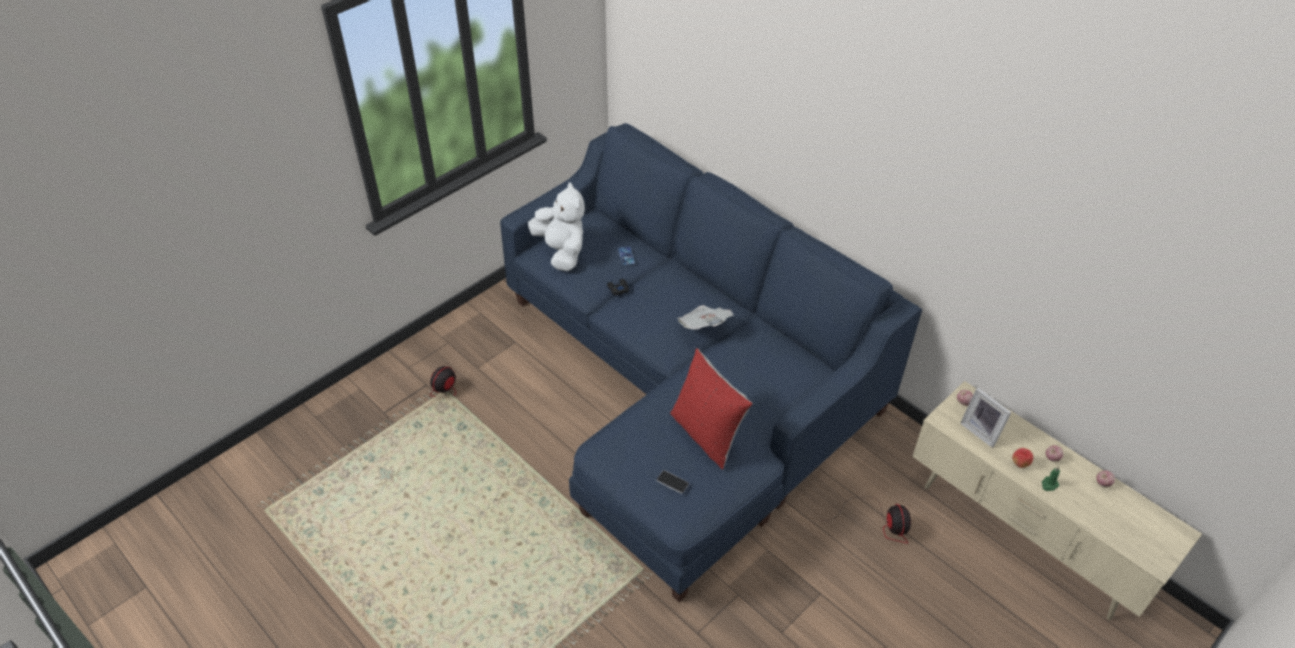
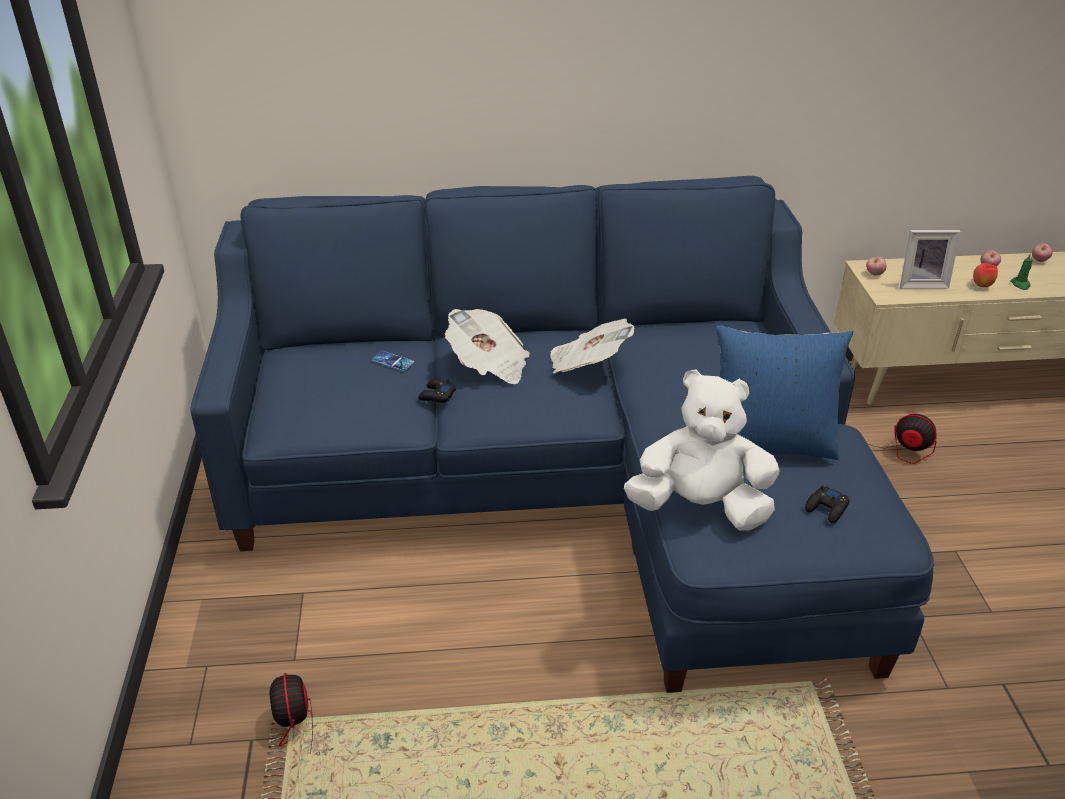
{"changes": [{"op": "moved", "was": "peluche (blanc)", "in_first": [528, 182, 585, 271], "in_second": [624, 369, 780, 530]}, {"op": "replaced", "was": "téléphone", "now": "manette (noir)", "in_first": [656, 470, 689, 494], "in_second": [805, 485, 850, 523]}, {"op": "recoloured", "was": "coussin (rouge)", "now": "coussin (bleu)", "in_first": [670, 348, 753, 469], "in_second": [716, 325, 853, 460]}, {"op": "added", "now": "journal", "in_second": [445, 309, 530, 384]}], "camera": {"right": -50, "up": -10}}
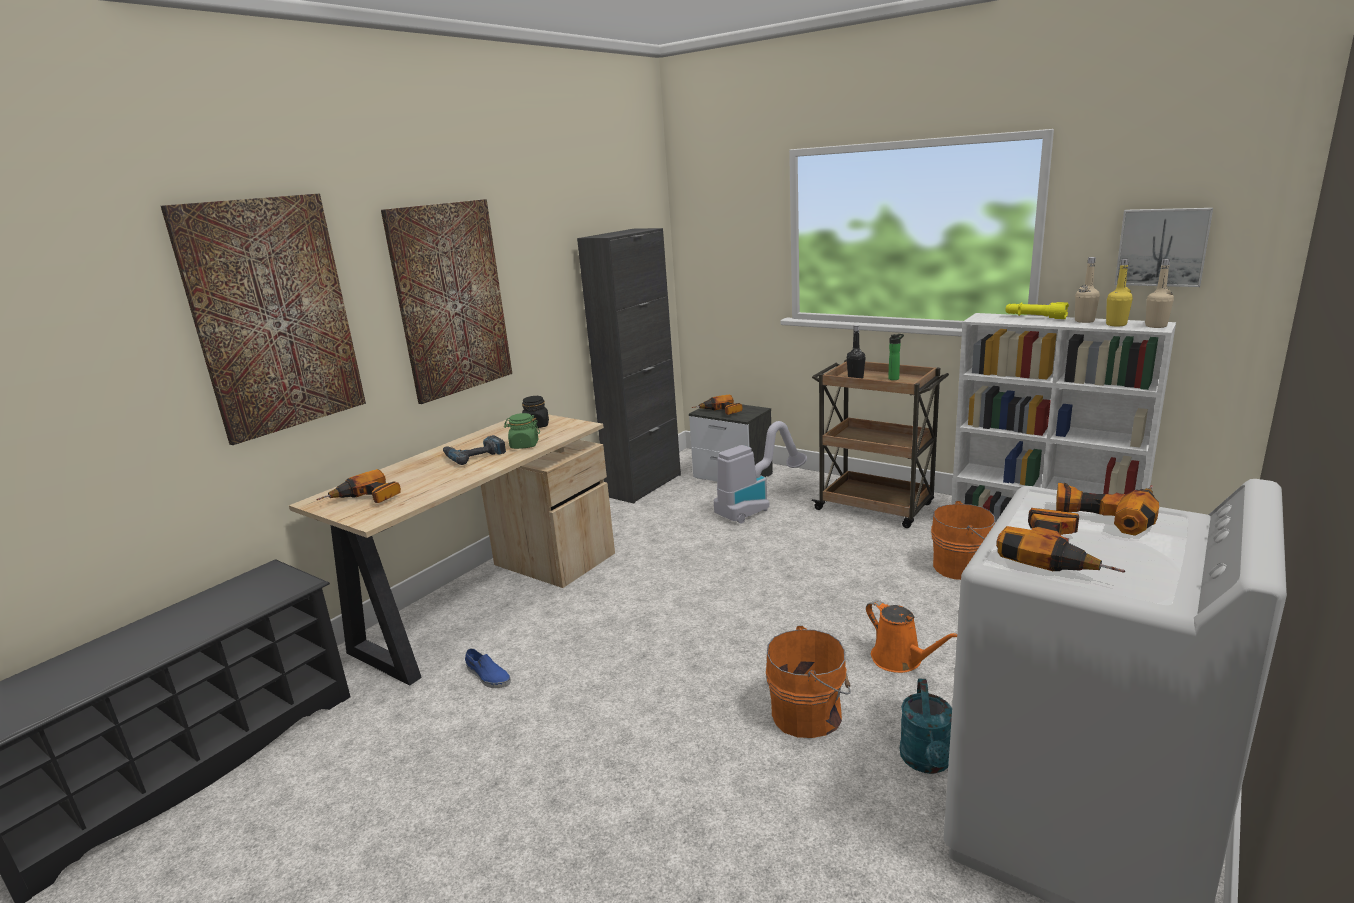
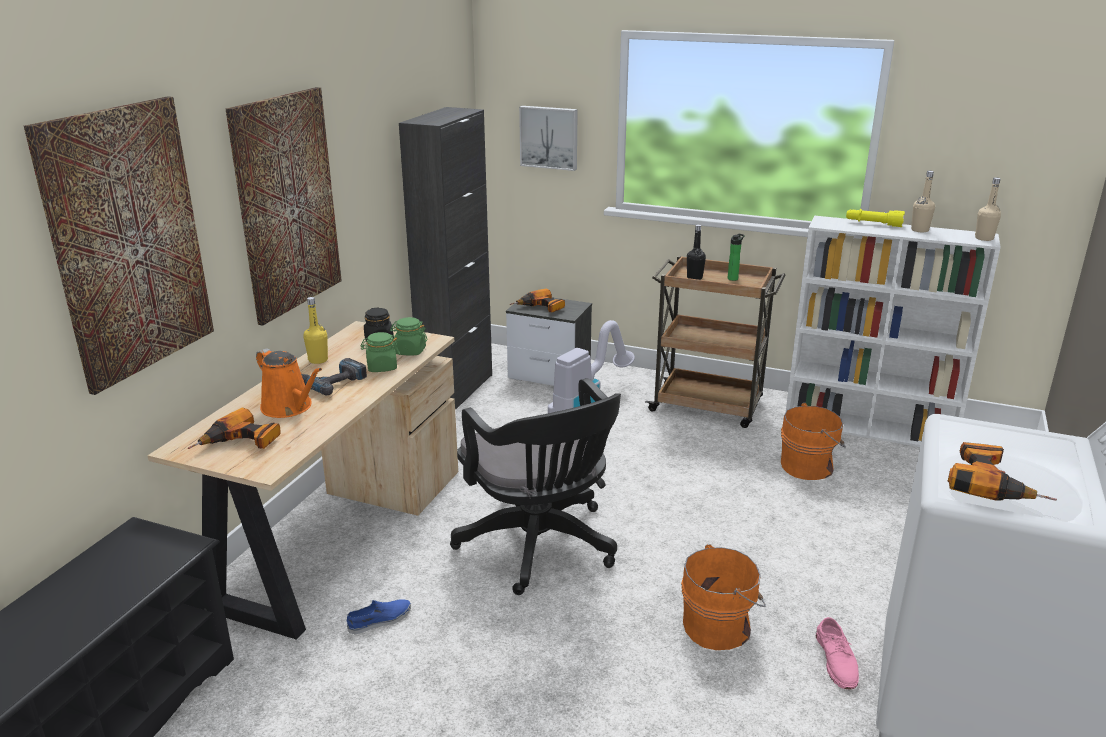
{"changes": [{"op": "turned", "was": "chaussure (bleu)", "in_first": [465, 648, 511, 688], "in_second": [347, 599, 411, 634], "clockwise": -60}, {"op": "moved", "was": "arrosoir (orange)", "in_first": [866, 600, 957, 673], "in_second": [256, 348, 322, 418]}, {"op": "replaced", "was": "arrosoir (turquoise)", "now": "chaussure (rose)", "in_first": [900, 678, 952, 774], "in_second": [816, 617, 859, 689]}, {"op": "removed", "was": "perceuse", "in_first": [1056, 483, 1159, 536]}, {"op": "moved", "was": "bouteille (jaune)", "in_first": [1106, 259, 1133, 326], "in_second": [303, 297, 328, 364]}, {"op": "moved", "was": "tableau", "in_first": [1115, 208, 1213, 287], "in_second": [519, 106, 578, 171]}, {"op": "added", "now": "bocal (vert)", "in_second": [390, 317, 427, 356]}, {"op": "added", "now": "chaise de bureau (noir)", "in_second": [450, 378, 621, 595]}], "camera": {"right": -15, "up": 5}}
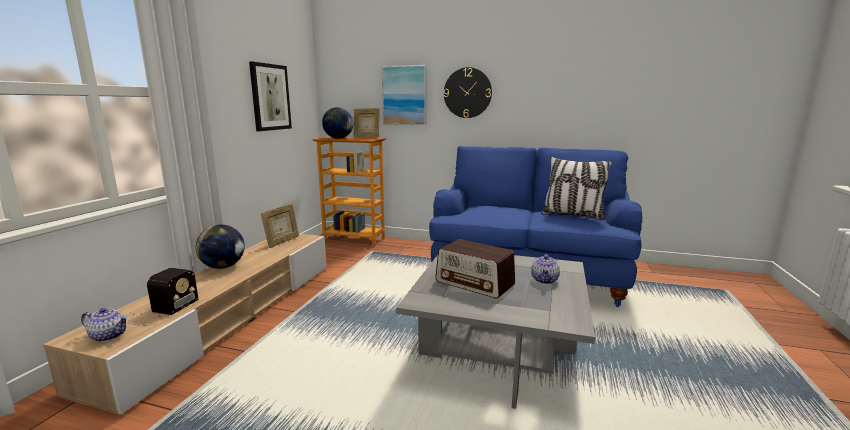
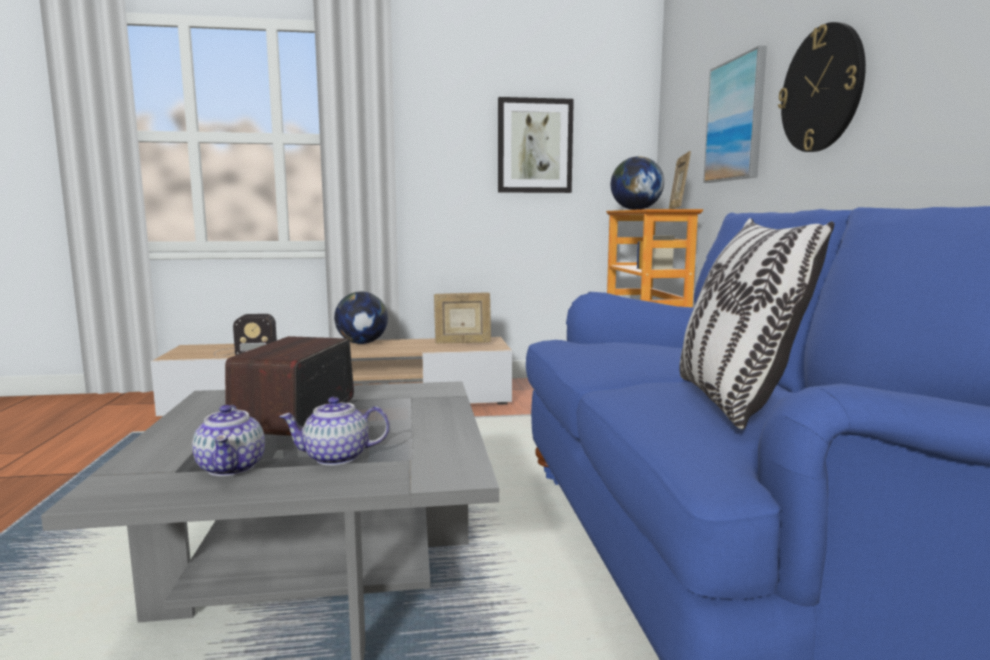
{"changes": [{"op": "moved", "was": "théière", "in_first": [81, 308, 128, 342], "in_second": [192, 405, 265, 476]}], "camera": {"right": 65, "up": -5}}
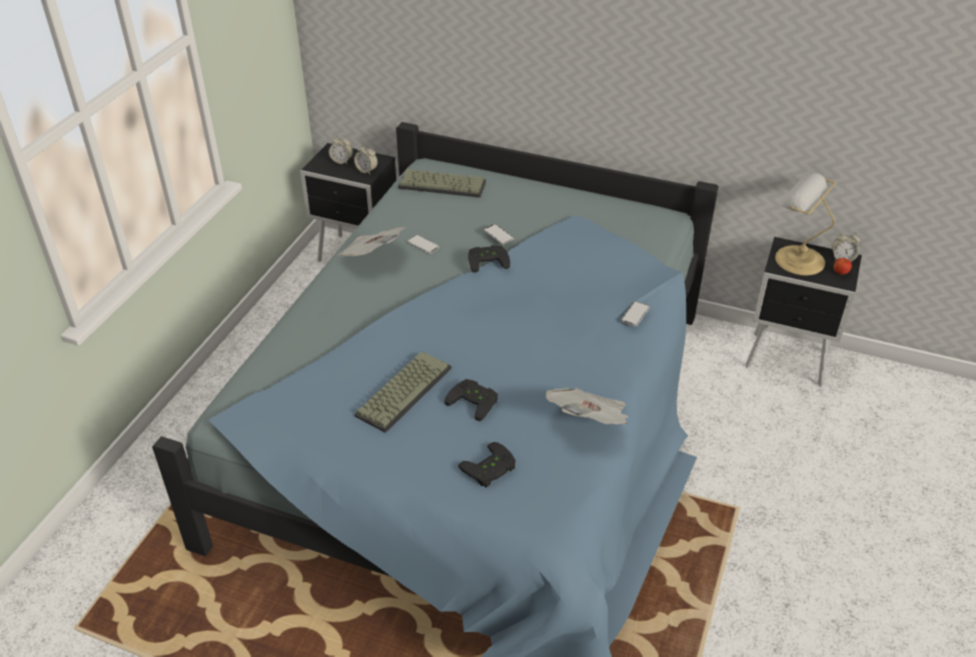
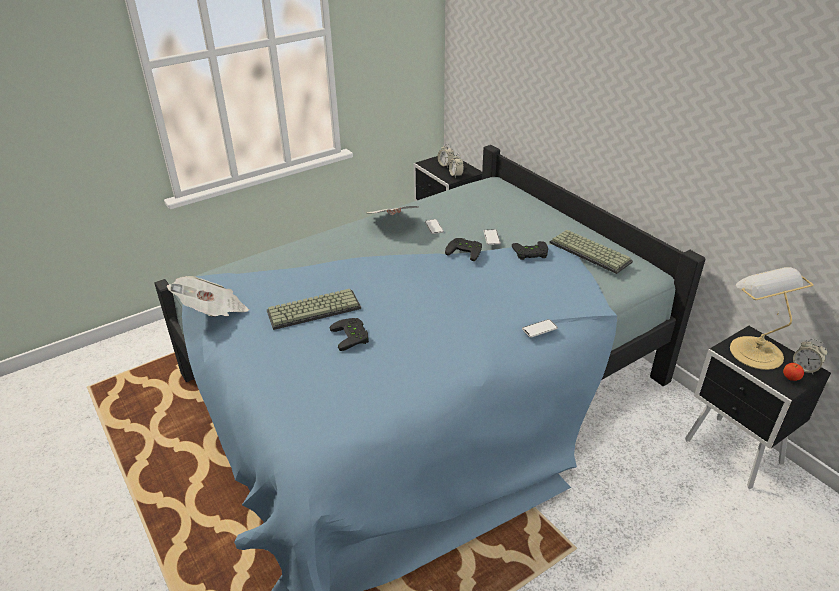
{"changes": [{"op": "moved", "was": "clavier", "in_first": [398, 169, 486, 198], "in_second": [550, 230, 633, 274]}, {"op": "moved", "was": "manette (noir)", "in_first": [458, 442, 516, 488], "in_second": [512, 241, 548, 260]}, {"op": "moved", "was": "journal", "in_first": [546, 388, 628, 424], "in_second": [167, 276, 249, 317]}], "camera": {"right": 35, "up": -5}}
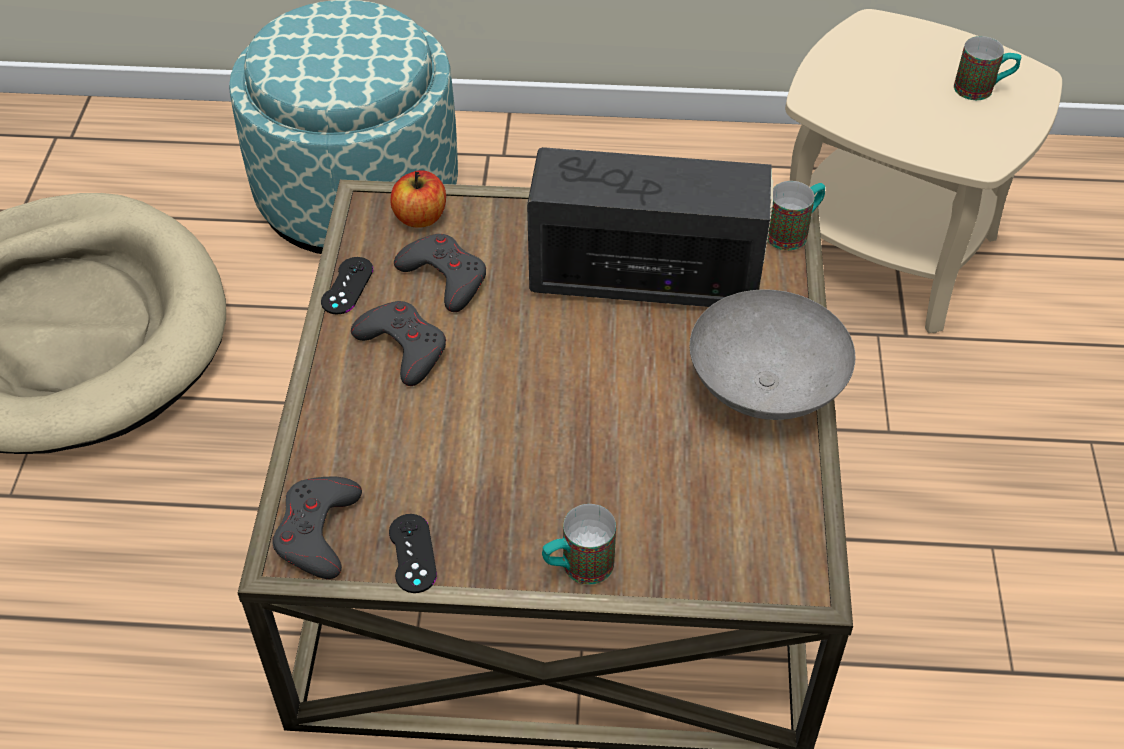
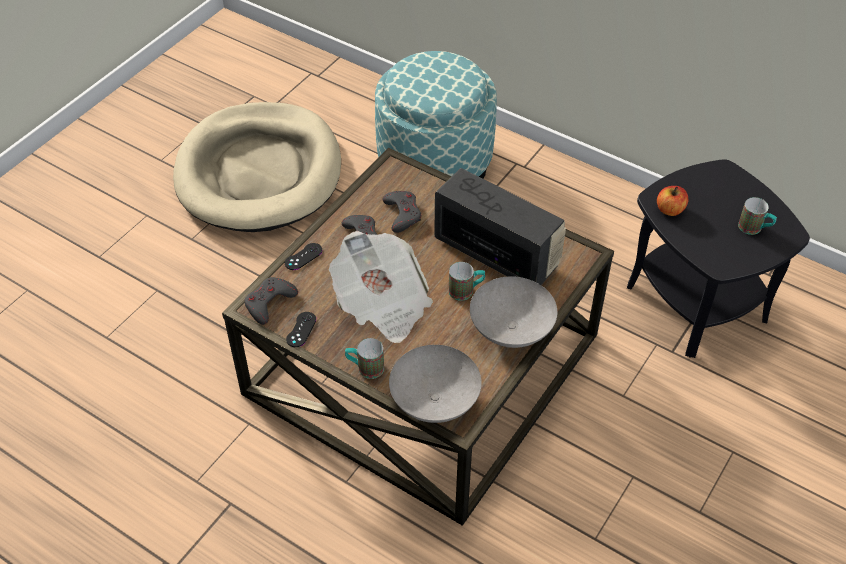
{"changes": [{"op": "moved", "was": "manette (noir)", "in_first": [321, 257, 373, 315], "in_second": [285, 243, 322, 270]}, {"op": "moved", "was": "pomme", "in_first": [390, 170, 446, 228], "in_second": [657, 186, 688, 216]}, {"op": "moved", "was": "mug", "in_first": [767, 181, 825, 250], "in_second": [449, 262, 485, 301]}, {"op": "recoloured", "was": "table d'appoint (beige)", "now": "table d'appoint (noir)", "in_first": [785, 9, 1062, 333], "in_second": [627, 159, 810, 358]}, {"op": "added", "now": "journal", "in_second": [329, 231, 433, 343]}, {"op": "added", "now": "bol (gris)", "in_second": [389, 345, 482, 423]}], "camera": {"right": 30, "up": 0}}
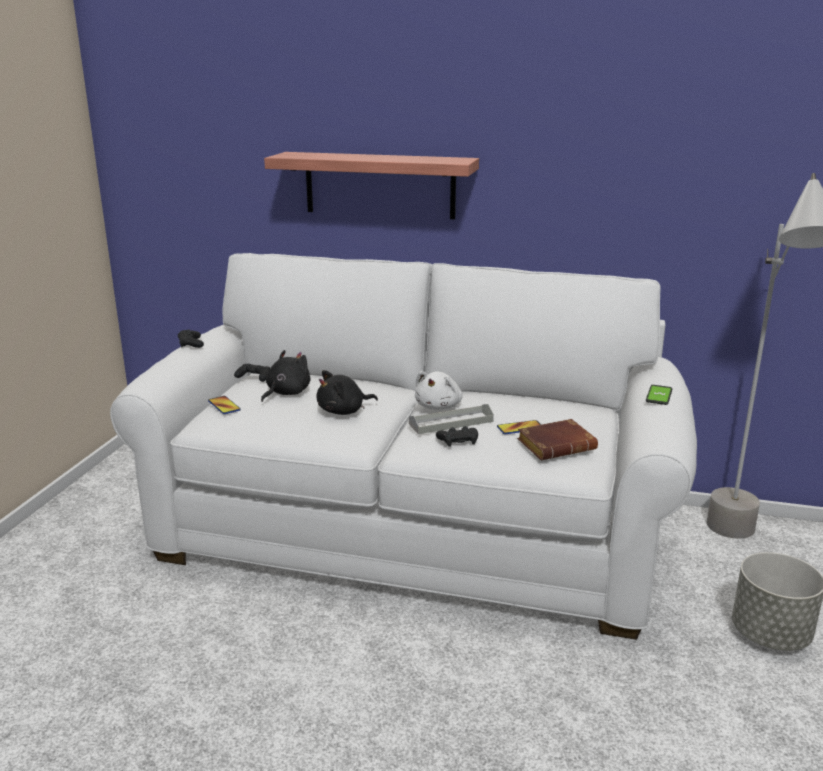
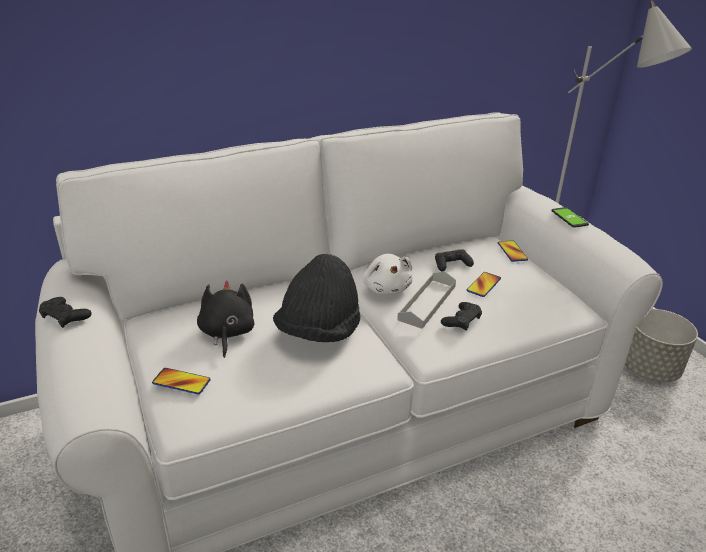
{"changes": [{"op": "moved", "was": "manette (noir)", "in_first": [234, 364, 270, 382], "in_second": [435, 249, 474, 272]}, {"op": "removed", "was": "étagère", "in_first": [264, 152, 479, 219]}, {"op": "replaced", "was": "peluche (noir)", "now": "chapeau (noir)", "in_first": [317, 370, 378, 415], "in_second": [273, 254, 360, 342]}, {"op": "removed", "was": "livre (marron)", "in_first": [517, 419, 598, 460]}, {"op": "added", "now": "téléphone", "in_second": [498, 240, 528, 262]}], "camera": {"right": -40, "up": 10}}
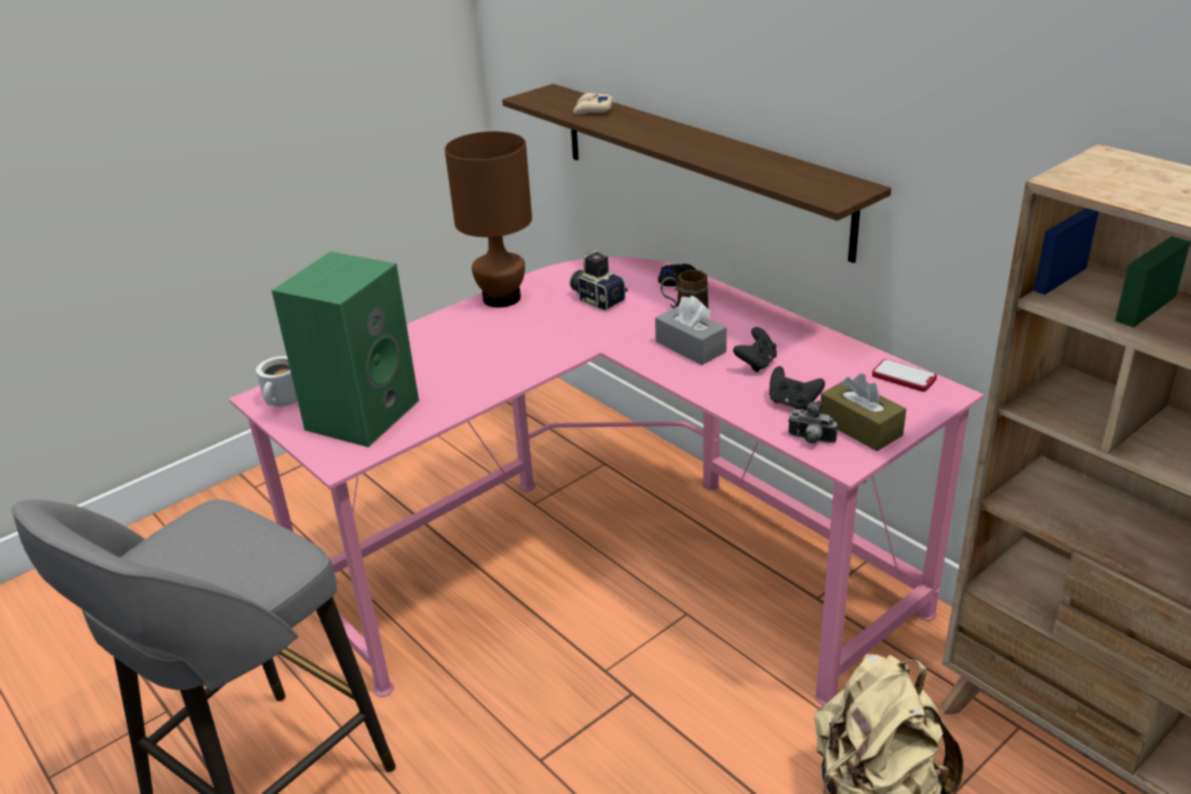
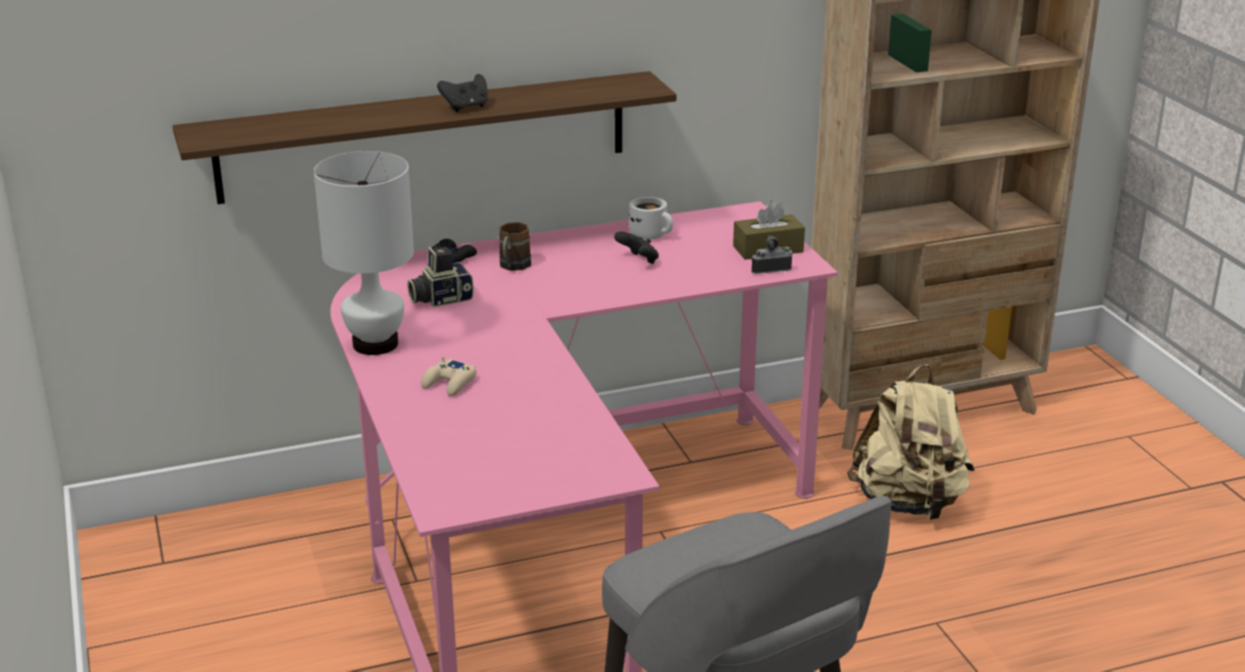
{"changes": [{"op": "moved", "was": "mug (blanc)", "in_first": [256, 356, 298, 406], "in_second": [629, 197, 673, 240]}, {"op": "removed", "was": "enceinte (vert)", "in_first": [272, 251, 419, 447]}, {"op": "recoloured", "was": "lampe de table (marron)", "now": "lampe de table (blanc)", "in_first": [445, 131, 532, 308], "in_second": [314, 151, 414, 355]}, {"op": "moved", "was": "manette (beige)", "in_first": [573, 90, 613, 115], "in_second": [421, 356, 477, 396]}, {"op": "removed", "was": "boîte à mouchoirs (gris)", "in_first": [655, 296, 727, 365]}, {"op": "moved", "was": "manette (noir)", "in_first": [769, 366, 825, 411], "in_second": [437, 74, 488, 112]}, {"op": "turned", "was": "appareil photo", "in_first": [788, 401, 837, 444], "in_second": [751, 236, 792, 274], "clockwise": -150}, {"op": "removed", "was": "téléphone", "in_first": [872, 359, 937, 392]}], "camera": {"right": -70, "up": -5}}
